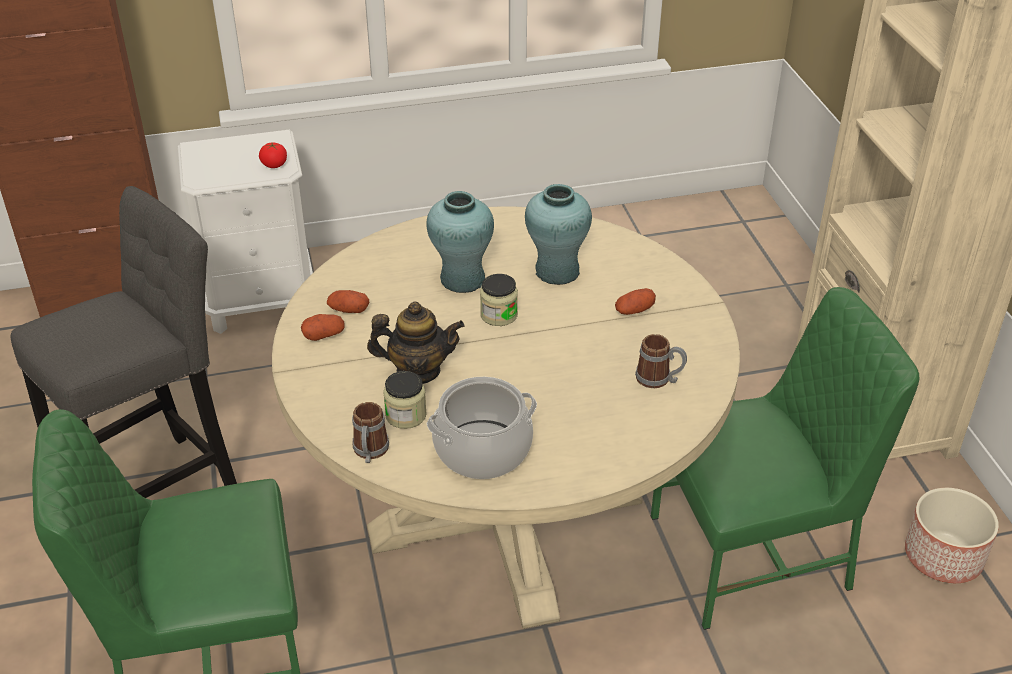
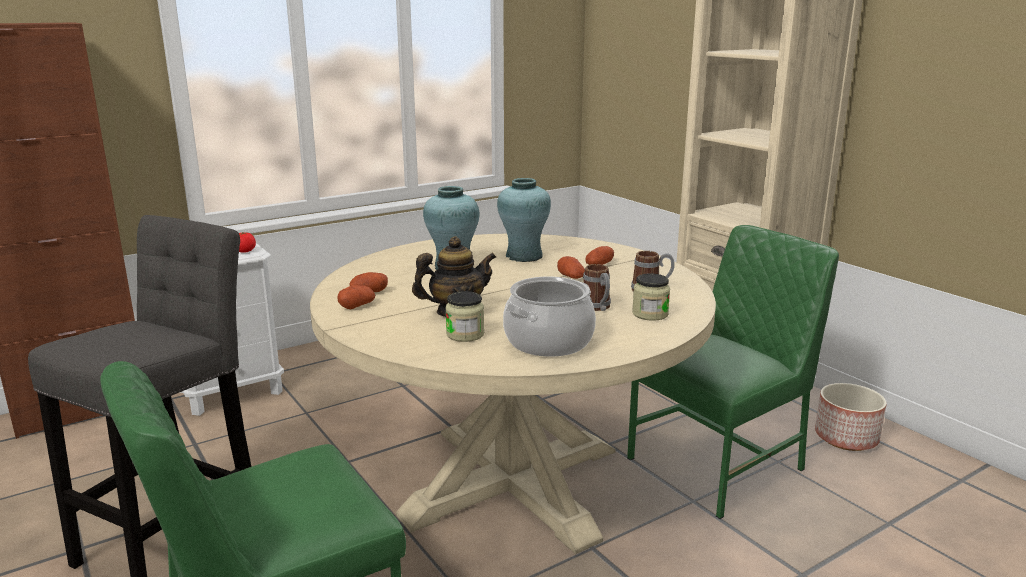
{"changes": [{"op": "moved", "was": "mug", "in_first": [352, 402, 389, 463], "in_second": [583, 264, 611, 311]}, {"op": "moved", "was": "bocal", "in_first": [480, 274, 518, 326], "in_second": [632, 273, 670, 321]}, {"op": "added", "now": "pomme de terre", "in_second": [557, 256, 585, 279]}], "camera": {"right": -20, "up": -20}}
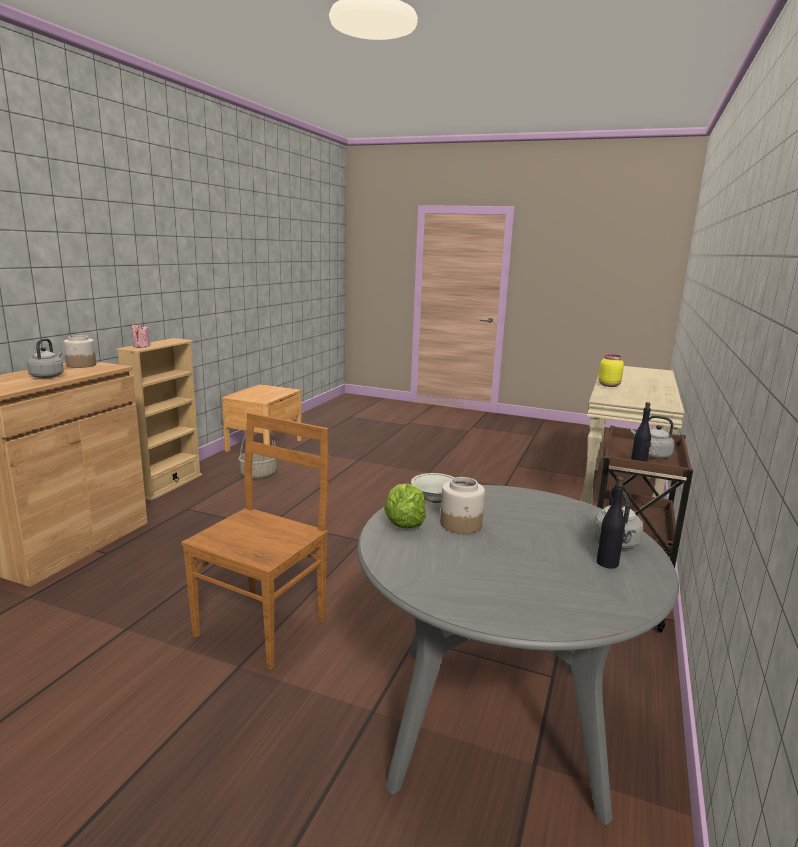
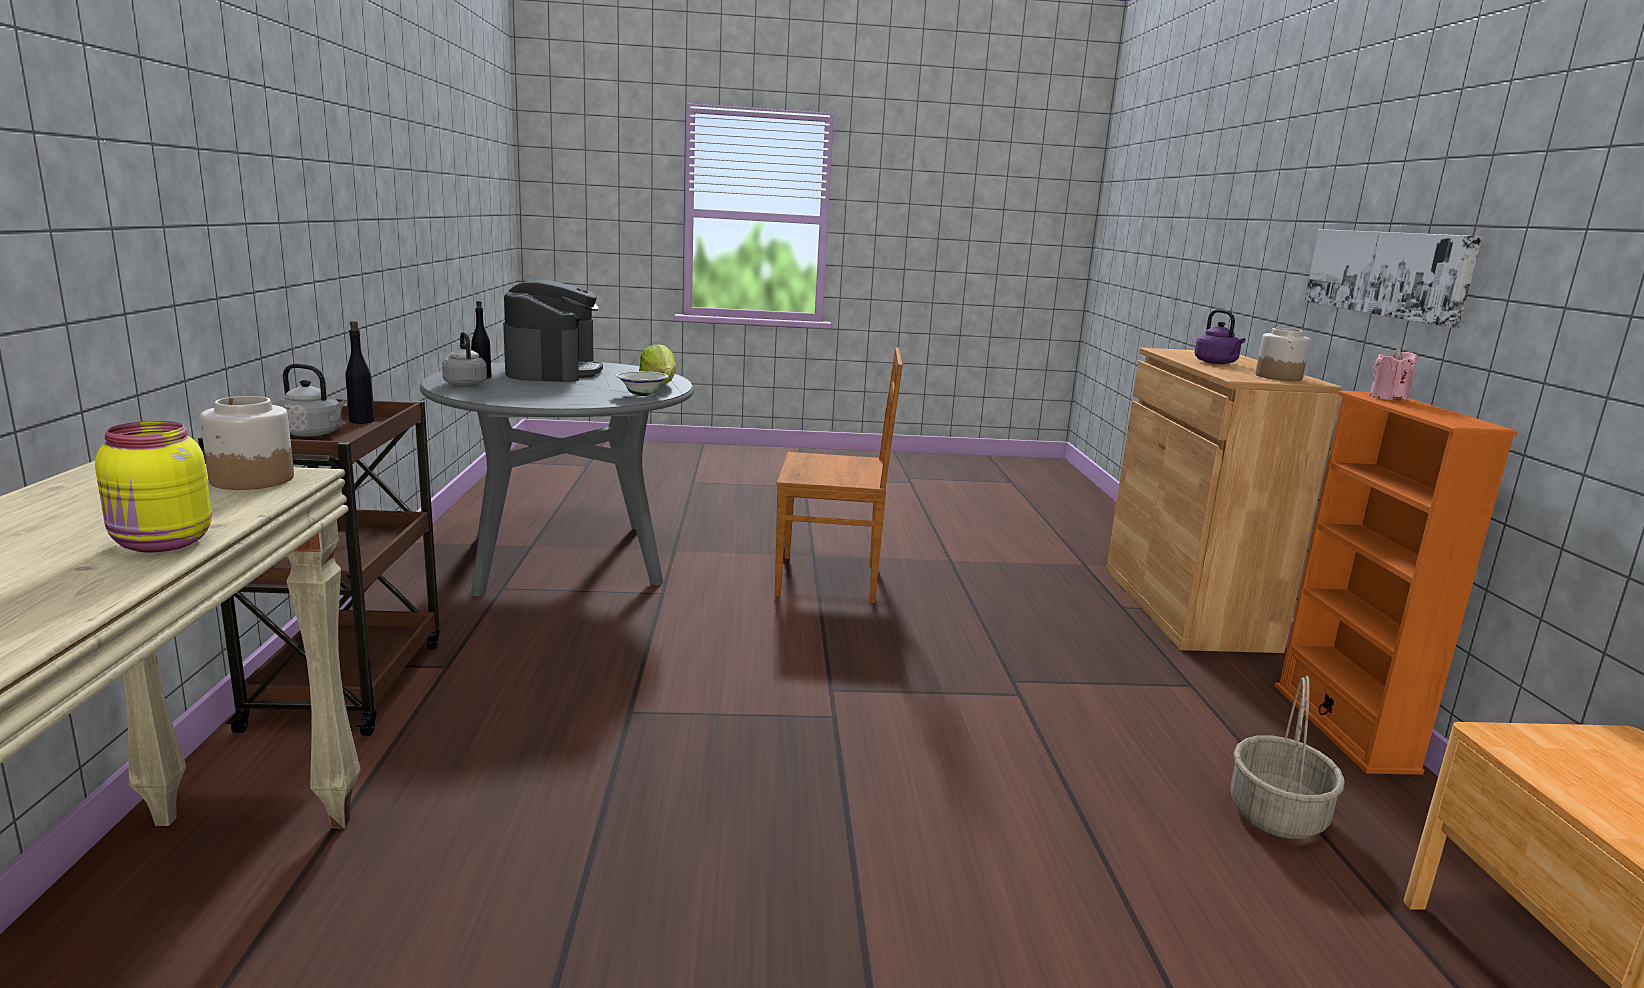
{"changes": [{"op": "recoloured", "was": "bouilloire (gris)", "now": "bouilloire (violet)", "in_first": [27, 338, 64, 378], "in_second": [1194, 309, 1245, 364]}, {"op": "recoloured", "was": "bibliothèque (beige)", "now": "bibliothèque (orange)", "in_first": [116, 338, 202, 501], "in_second": [1275, 391, 1518, 775]}, {"op": "turned", "was": "chaise (marron)", "in_first": [181, 413, 329, 670], "in_second": [775, 347, 903, 603], "clockwise": -90}, {"op": "moved", "was": "bocal", "in_first": [440, 477, 485, 534], "in_second": [200, 396, 294, 490]}, {"op": "added", "now": "machine à café", "in_second": [503, 280, 603, 382]}, {"op": "added", "now": "tableau", "in_second": [1304, 229, 1482, 328]}], "camera": {"right": 155, "up": 0}}
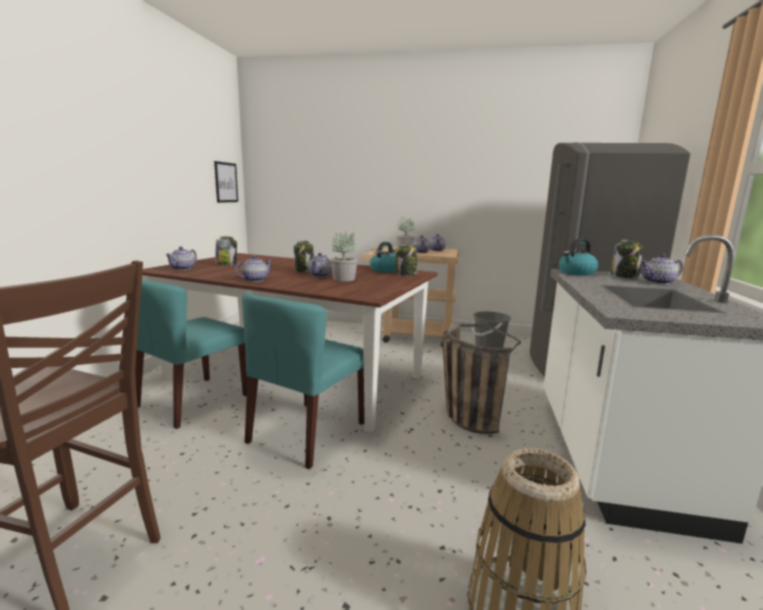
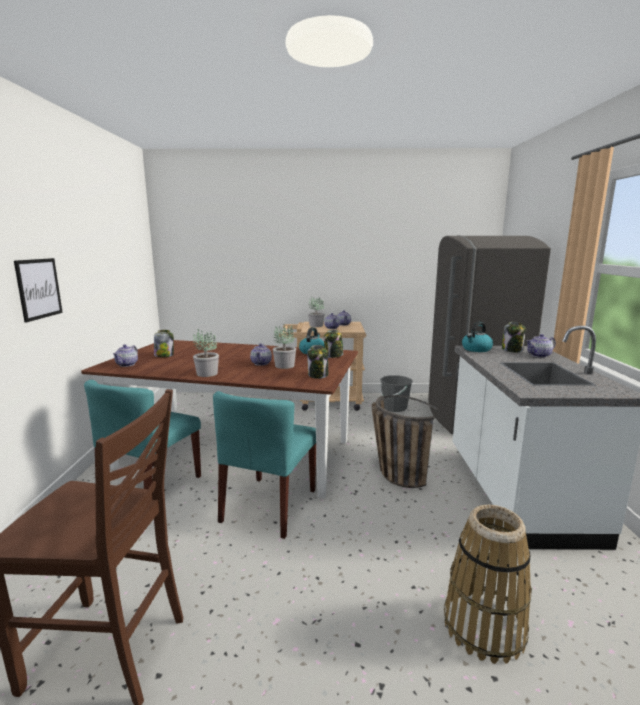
{"changes": [{"op": "moved", "was": "tableau", "in_first": [214, 161, 238, 203], "in_second": [14, 258, 63, 322]}, {"op": "replaced", "was": "théière", "now": "plante en pot", "in_first": [235, 255, 272, 282], "in_second": [193, 330, 219, 377]}, {"op": "moved", "was": "bocal", "in_first": [294, 241, 314, 272], "in_second": [307, 345, 328, 379]}], "camera": {"right": -10, "up": 0}}
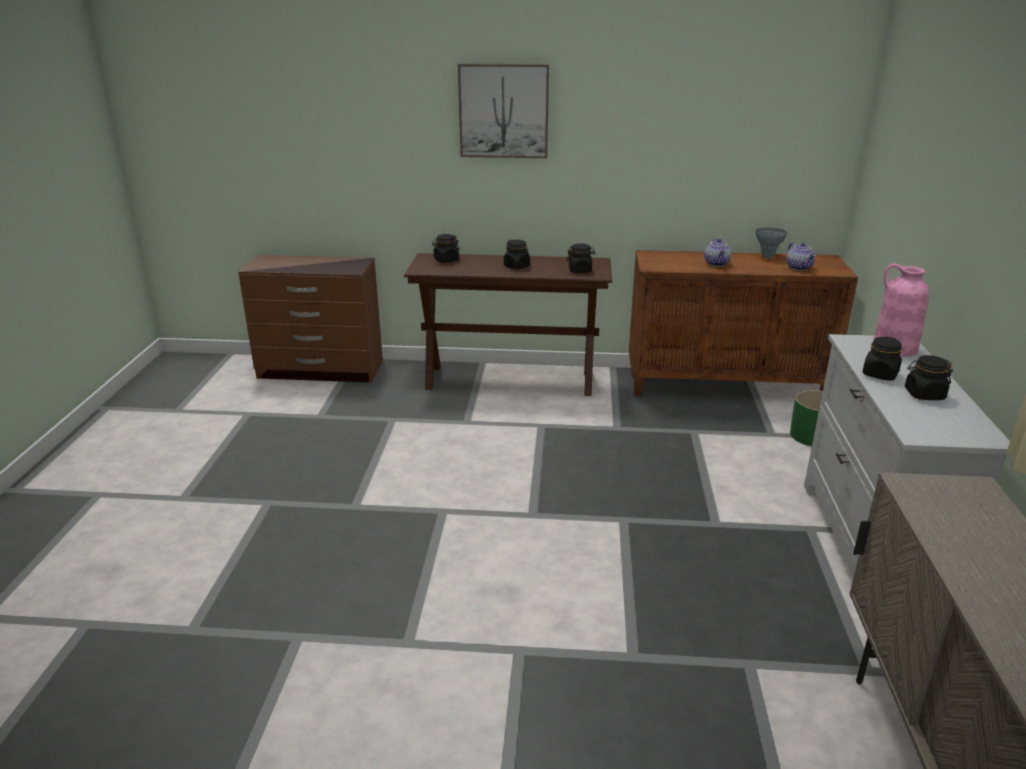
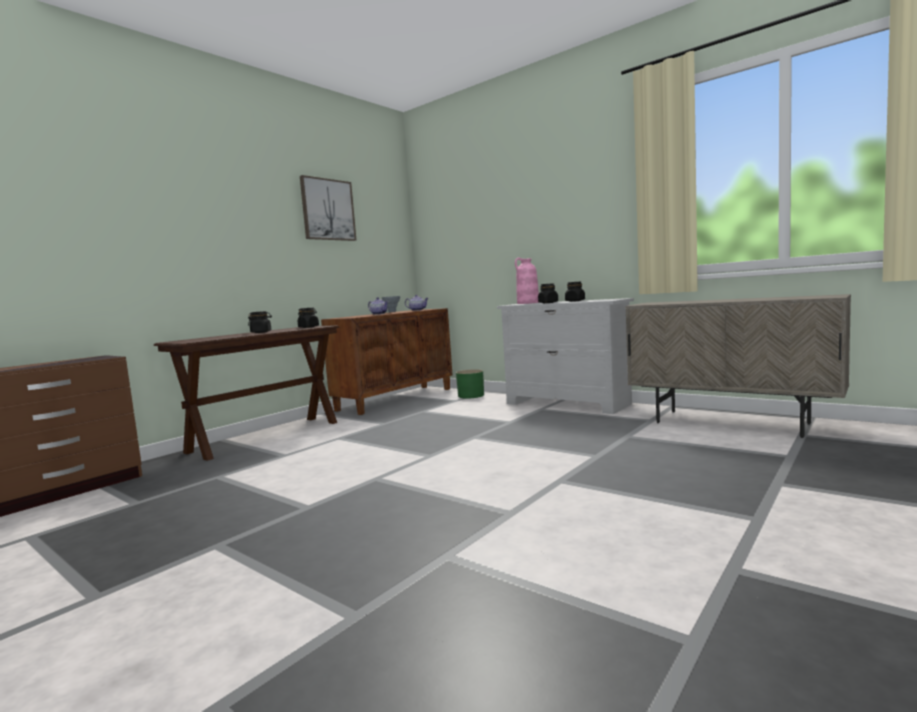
{"changes": [{"op": "removed", "was": "bocal (noir)", "in_first": [432, 234, 460, 263]}, {"op": "moved", "was": "tableau", "in_first": [458, 63, 549, 158], "in_second": [300, 175, 356, 241]}], "camera": {"right": -55, "up": -20}}
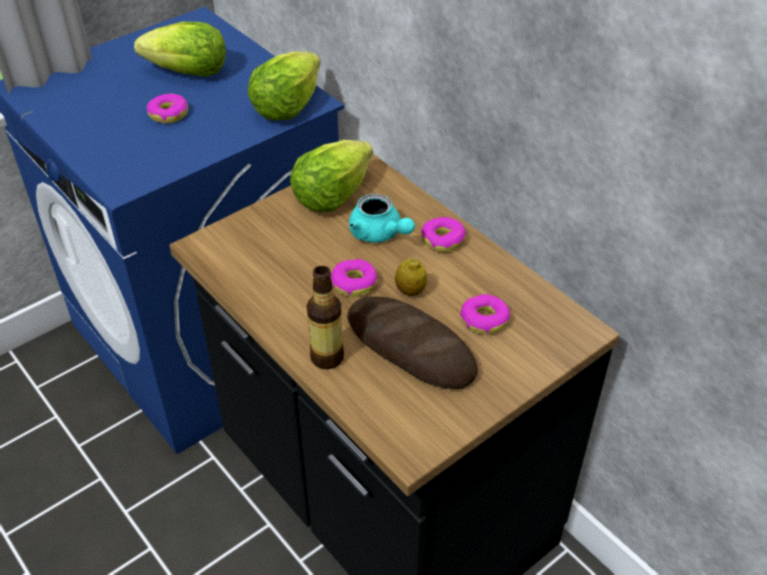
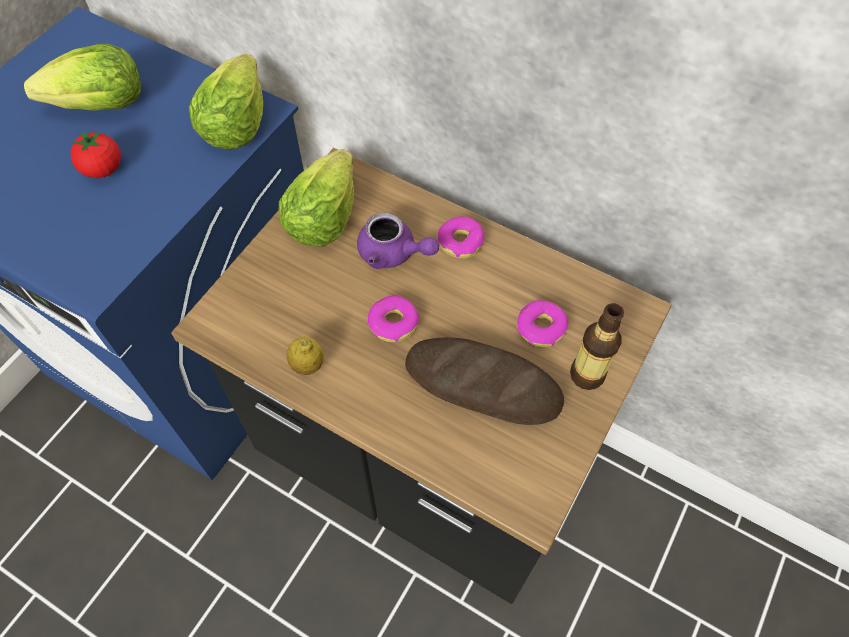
{"changes": [{"op": "replaced", "was": "beignet", "now": "tomate", "in_first": [147, 94, 188, 123], "in_second": [71, 131, 121, 178]}, {"op": "moved", "was": "bouteille", "in_first": [307, 266, 344, 369], "in_second": [570, 303, 624, 390]}, {"op": "recoloured", "was": "théière (turquoise)", "now": "théière (violet)", "in_first": [349, 194, 415, 243], "in_second": [357, 213, 439, 269]}, {"op": "moved", "was": "citron", "in_first": [395, 258, 427, 296], "in_second": [287, 337, 324, 375]}], "camera": {"right": -20, "up": 15}}
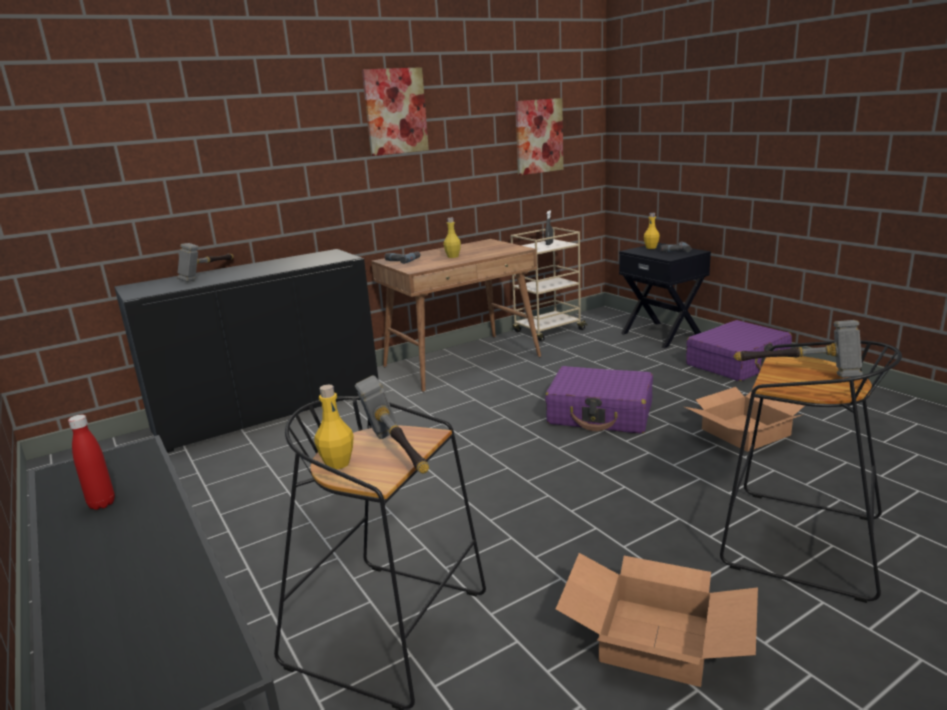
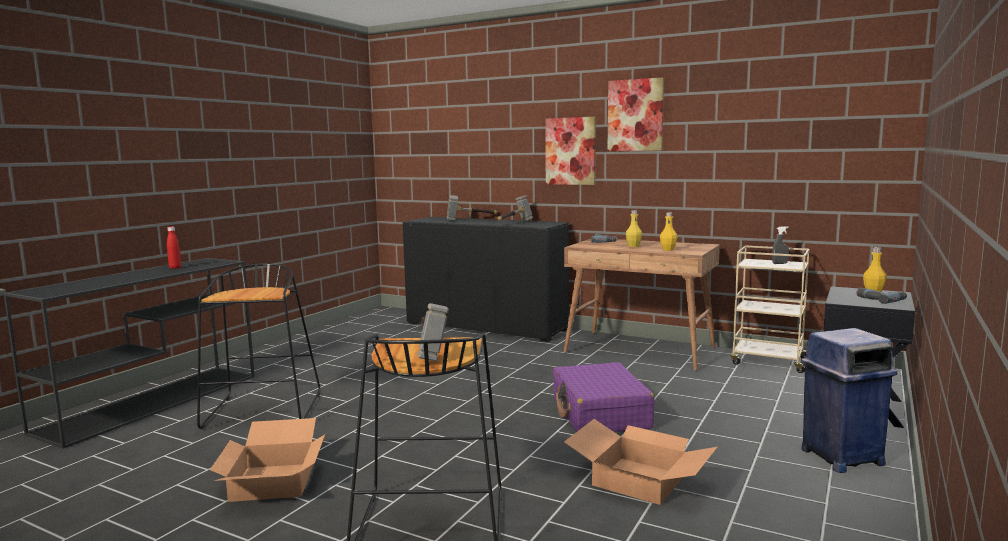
{"changes": [{"op": "moved", "was": "bouteille (jaune)", "in_first": [315, 385, 354, 470], "in_second": [660, 212, 677, 251]}, {"op": "moved", "was": "marteau", "in_first": [355, 376, 429, 474], "in_second": [497, 195, 533, 222]}, {"op": "moved", "was": "tableau", "in_first": [515, 98, 563, 175], "in_second": [545, 117, 596, 185]}, {"op": "replaced", "was": "valise (violet)", "now": "poubelle (bleu)", "in_first": [686, 320, 792, 381], "in_second": [801, 328, 898, 473]}], "camera": {"right": 60, "up": -10}}
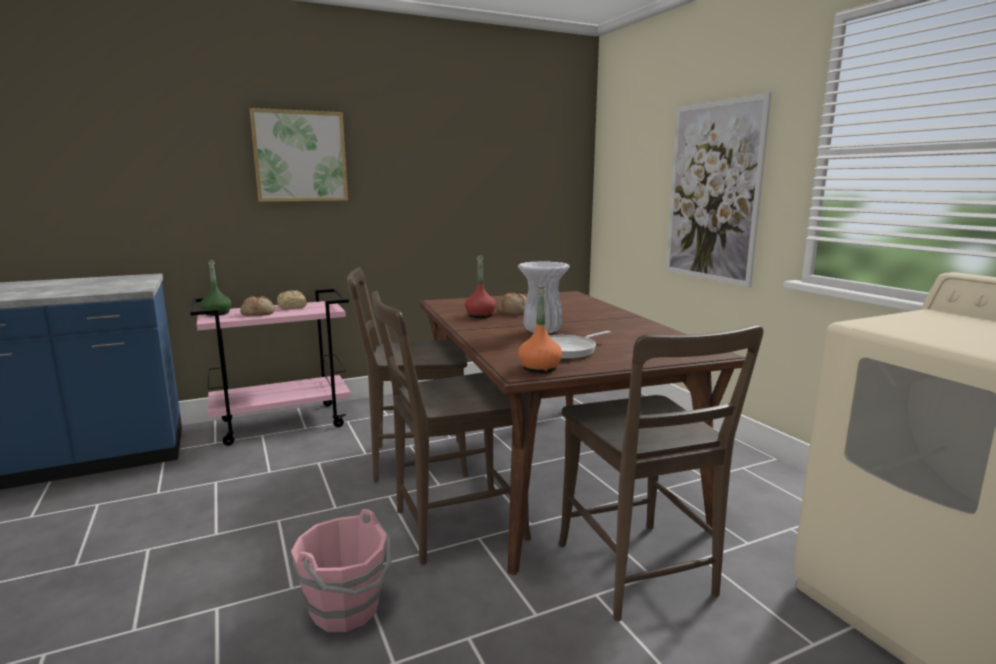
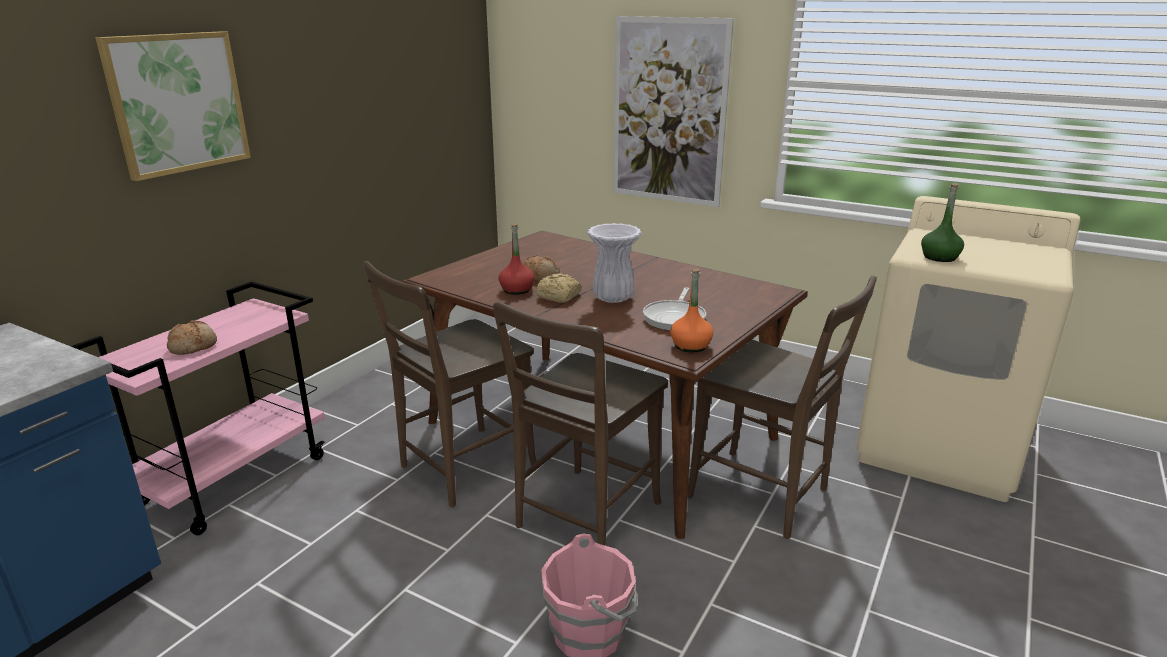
{"changes": [{"op": "moved", "was": "bouteille (vert)", "in_first": [201, 260, 231, 316], "in_second": [921, 183, 964, 262]}, {"op": "moved", "was": "pain", "in_first": [277, 291, 307, 310], "in_second": [536, 273, 582, 303]}], "camera": {"right": -35, "up": 10}}
